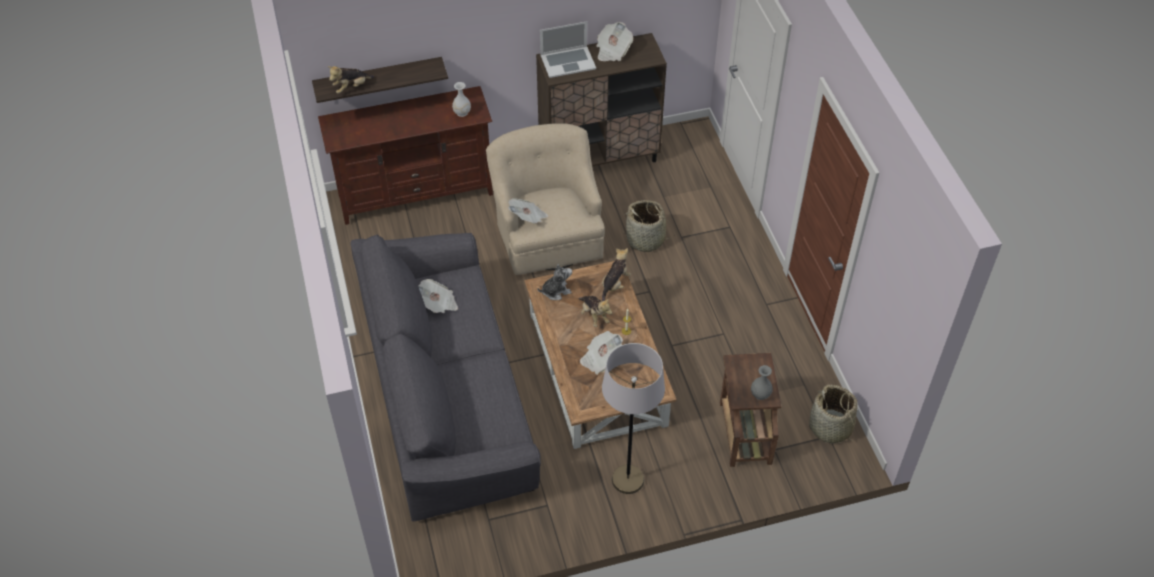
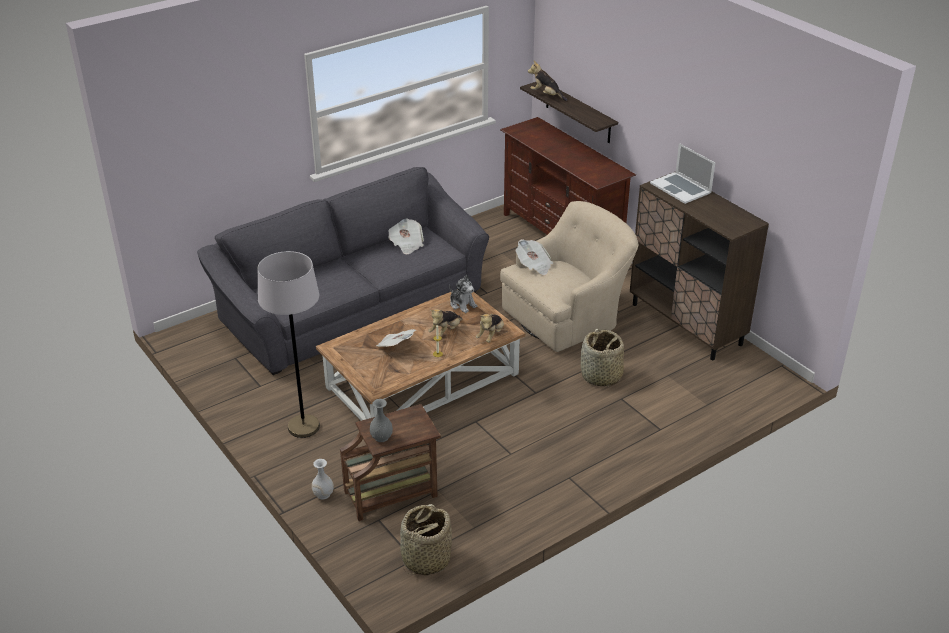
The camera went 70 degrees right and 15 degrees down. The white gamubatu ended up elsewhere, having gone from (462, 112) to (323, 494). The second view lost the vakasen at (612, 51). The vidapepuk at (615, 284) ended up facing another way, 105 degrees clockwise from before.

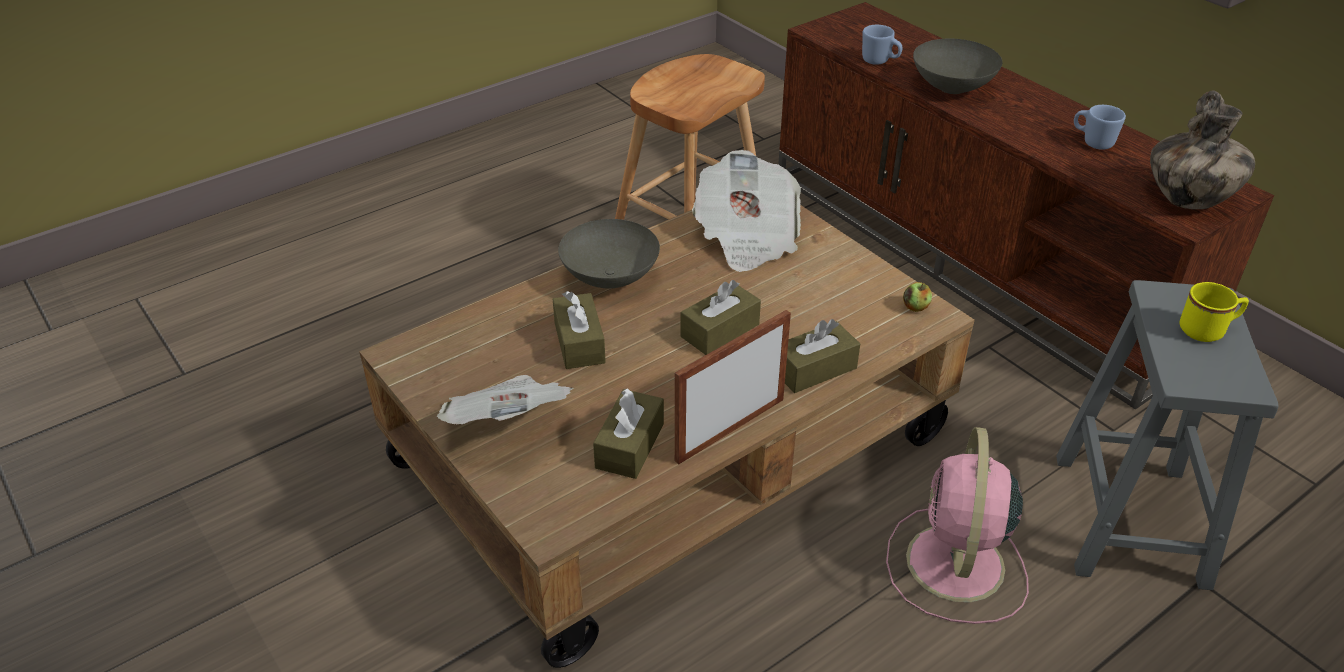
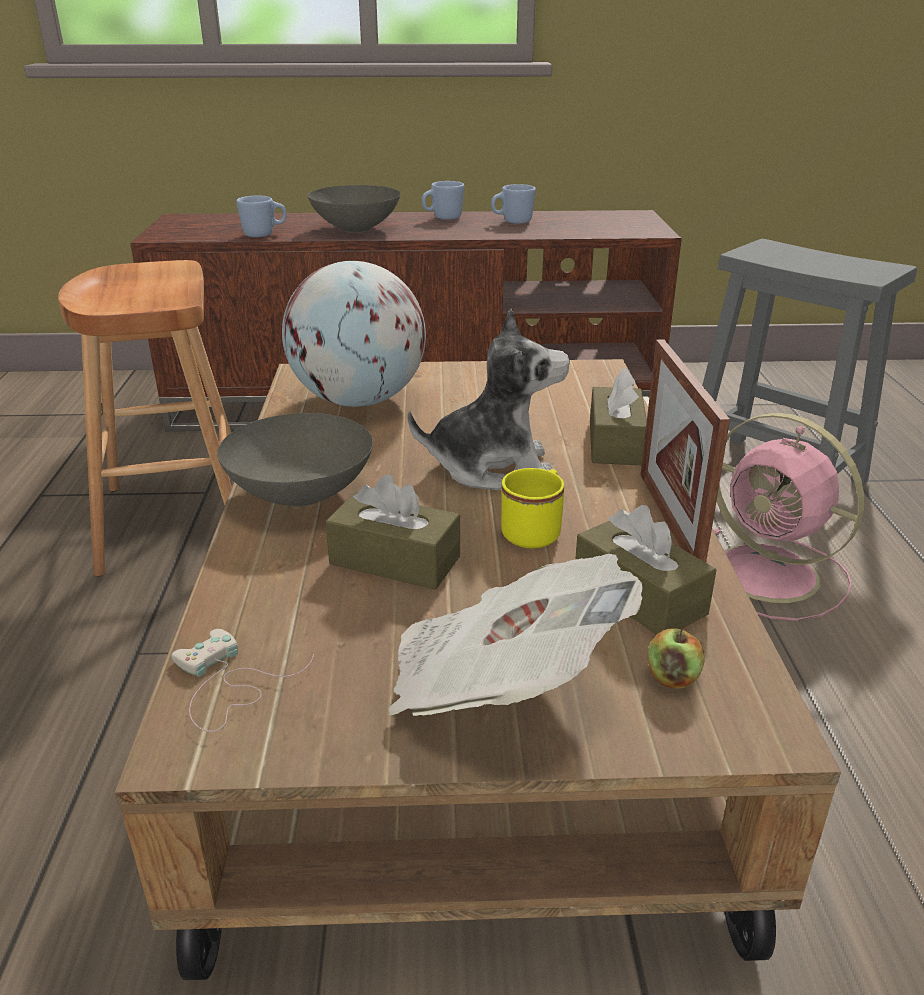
The camera went 55 degrees left and 10 degrees down. Where the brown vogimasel stood at (720, 330), the vidapepuk came to stand at (492, 466). Where the vakasen stood at (746, 237), the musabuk came to stand at (358, 401). The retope ended up elsewhere, having gone from (915, 307) to (672, 678). The second view lost the gamubatu at (1188, 200). The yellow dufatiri ended up elsewhere, having gone from (1208, 330) to (535, 530). The second view gained the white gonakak at (227, 684). The second view gained the blue dufatiri at (442, 218).

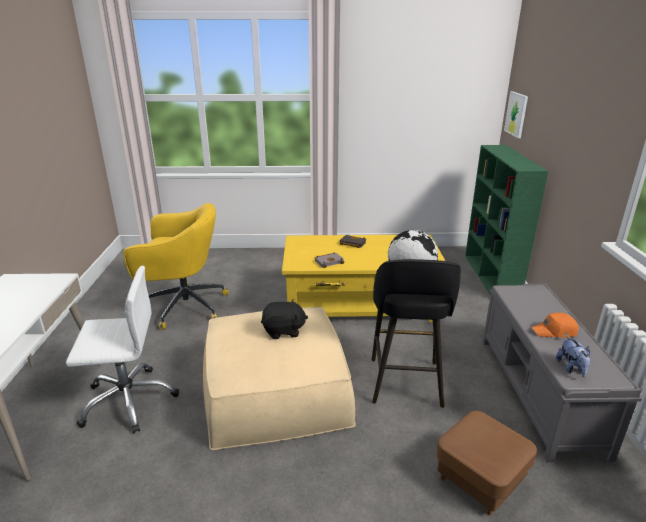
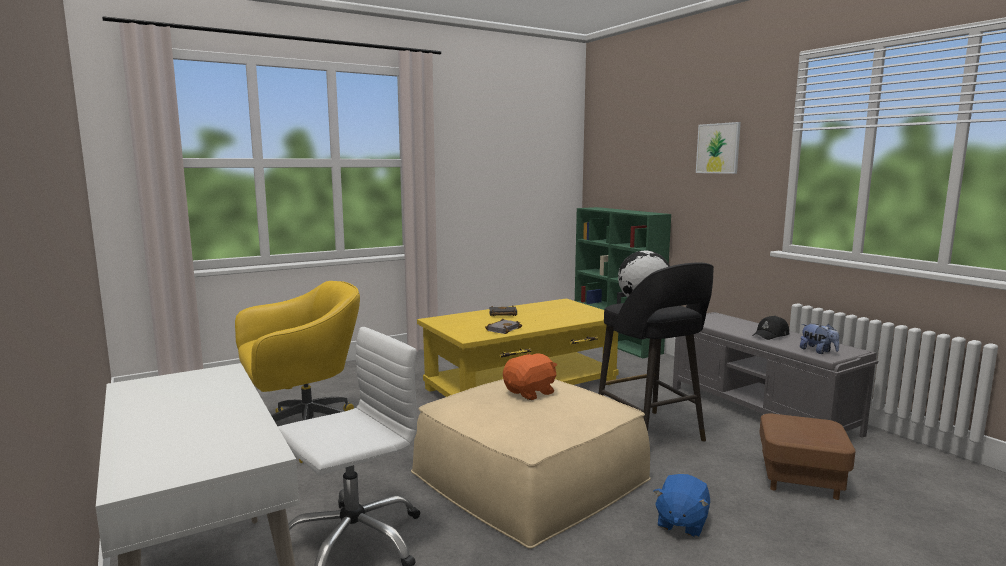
The camera went 30 degrees left and 15 degrees down. What was the black vidapepuk at (283, 331) turned into the orange vidapepuk at (530, 392). The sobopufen ended up elsewhere, having gone from (516, 114) to (718, 148). What was the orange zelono at (555, 331) turned into the black zelono at (771, 335). The second view gained the blue vidapepuk at (681, 522).

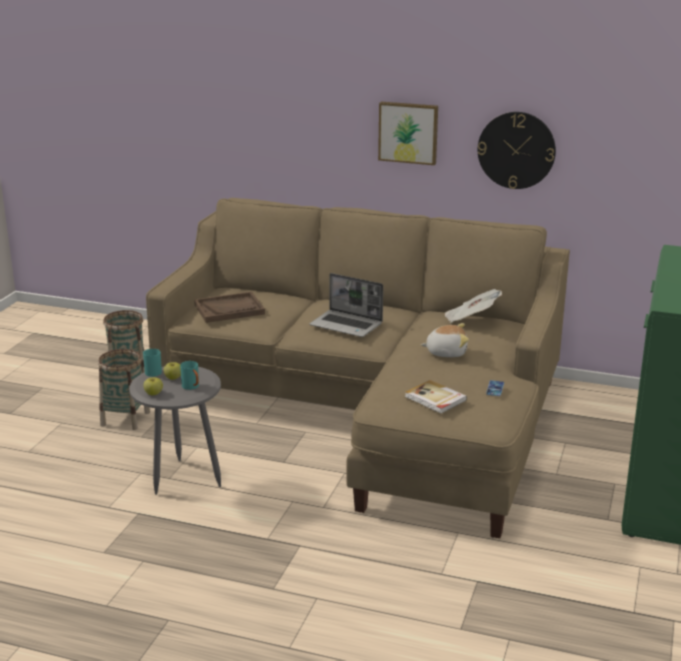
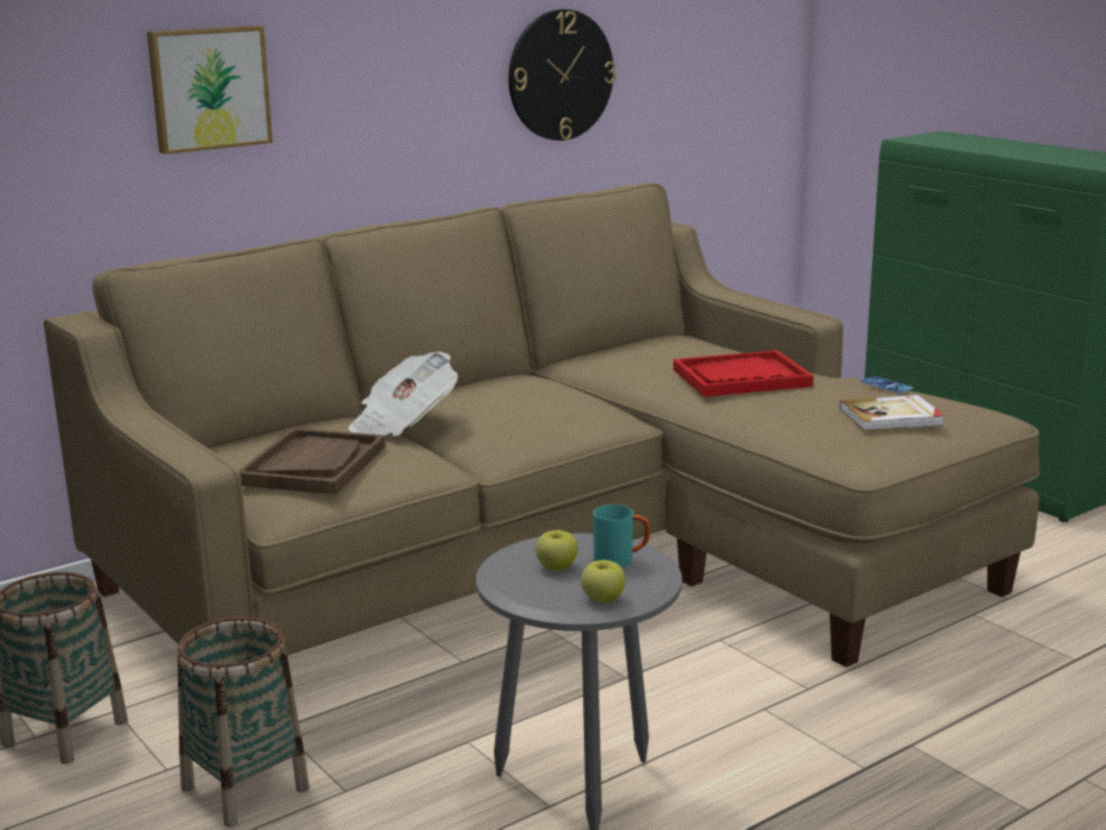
The camera went 55 degrees left and 5 degrees down. The second view lost the turquoise dufatiri at (152, 371). The second view lost the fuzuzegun at (347, 325). The sobopufen ended up elsewhere, having gone from (408, 132) to (208, 88). Where the vidapepuk stood at (446, 352), the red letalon came to stand at (741, 378). The vakasen ended up elsewhere, having gone from (470, 319) to (403, 423).

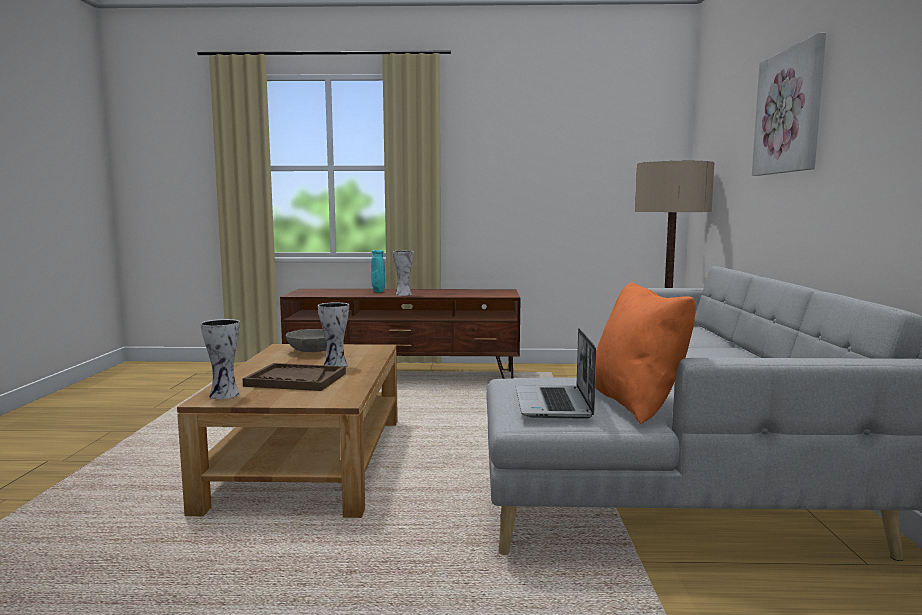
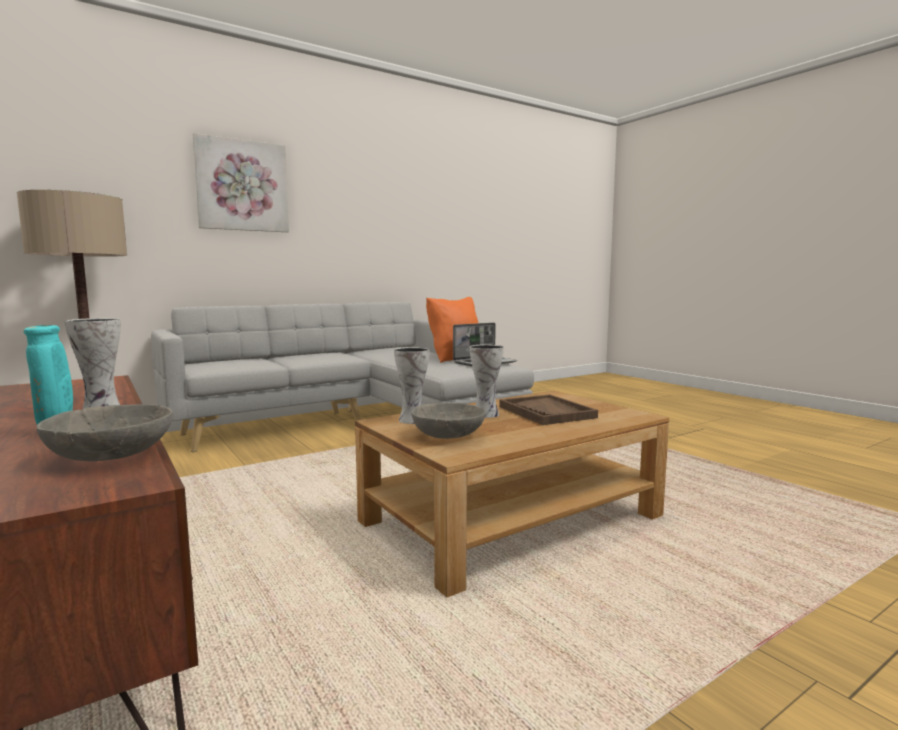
The camera went 125 degrees left and 0 degrees up. The gamubatu ended up elsewhere, having gone from (225, 395) to (411, 419). The second view gained the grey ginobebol at (111, 456).

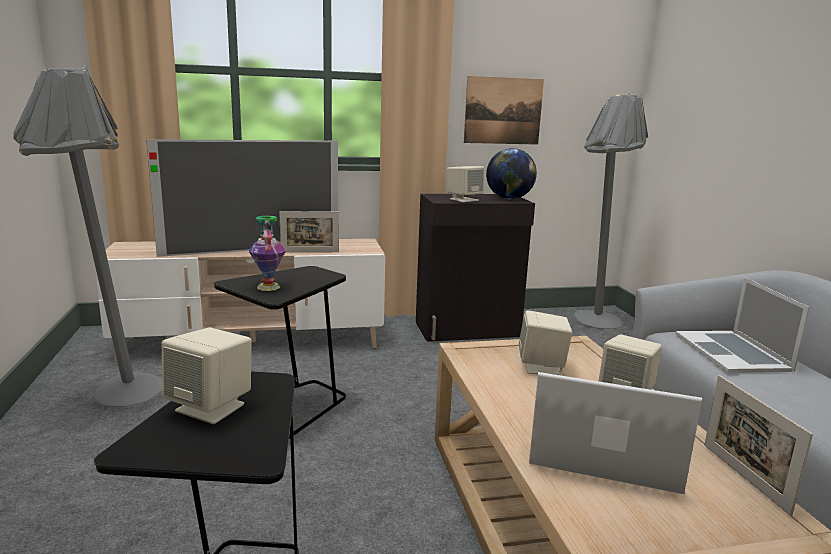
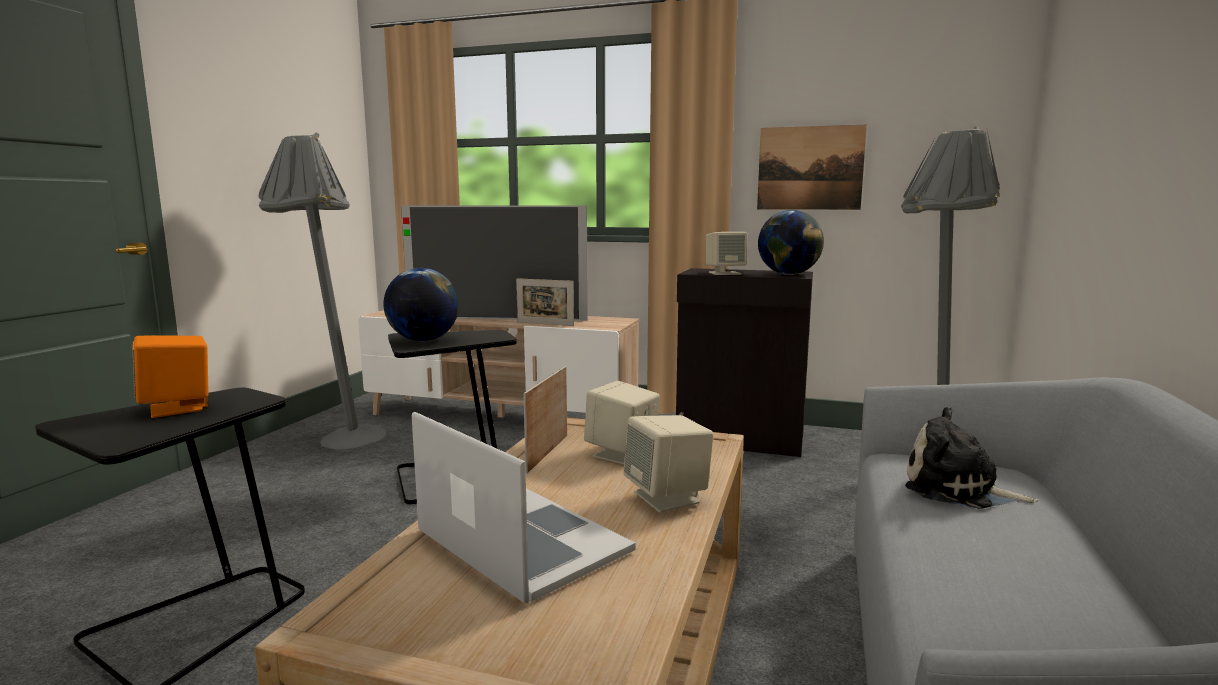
The camera went 30 degrees right and 5 degrees down. What was the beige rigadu at (211, 407) turned into the orange rigadu at (177, 408). Where the gamubatu stood at (268, 287), the musabuk came to stand at (423, 340). Where the fuzuzegun stood at (732, 352), the vidapepuk came to stand at (958, 490). The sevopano ended up elsewhere, having gone from (744, 477) to (547, 453).

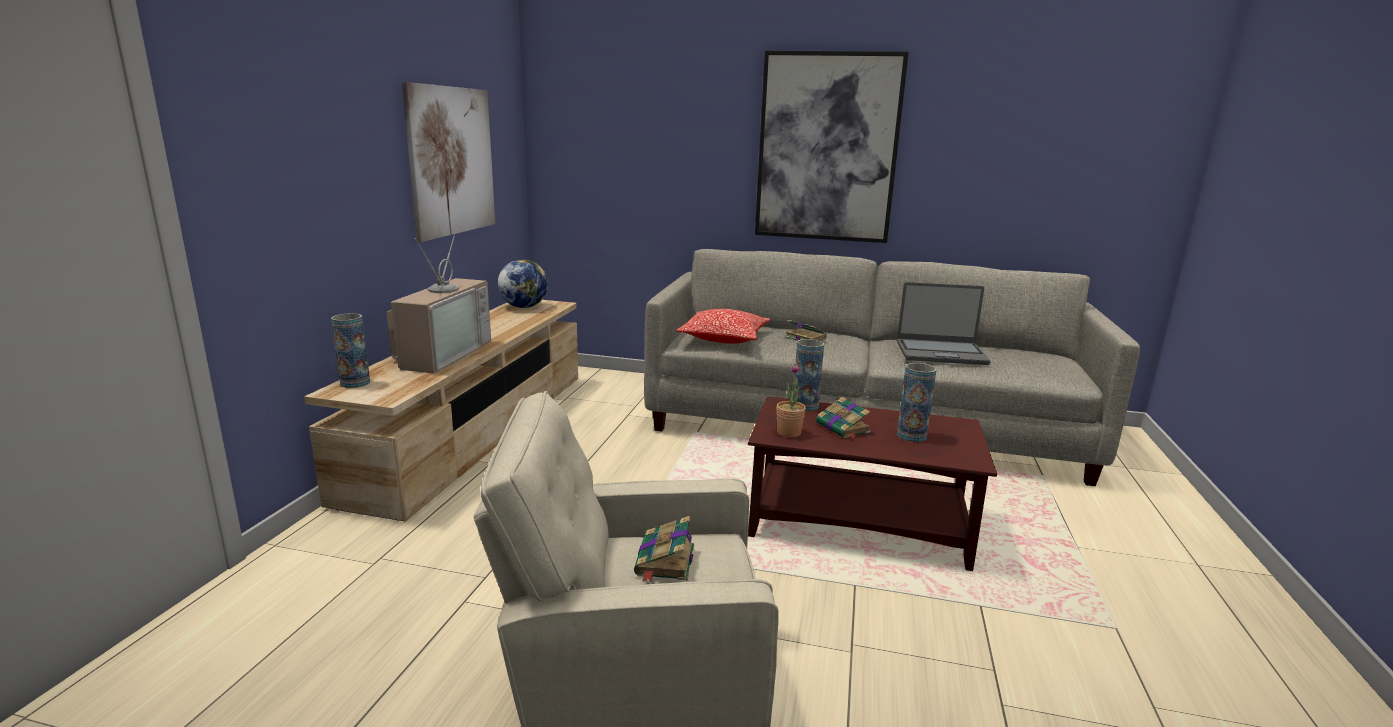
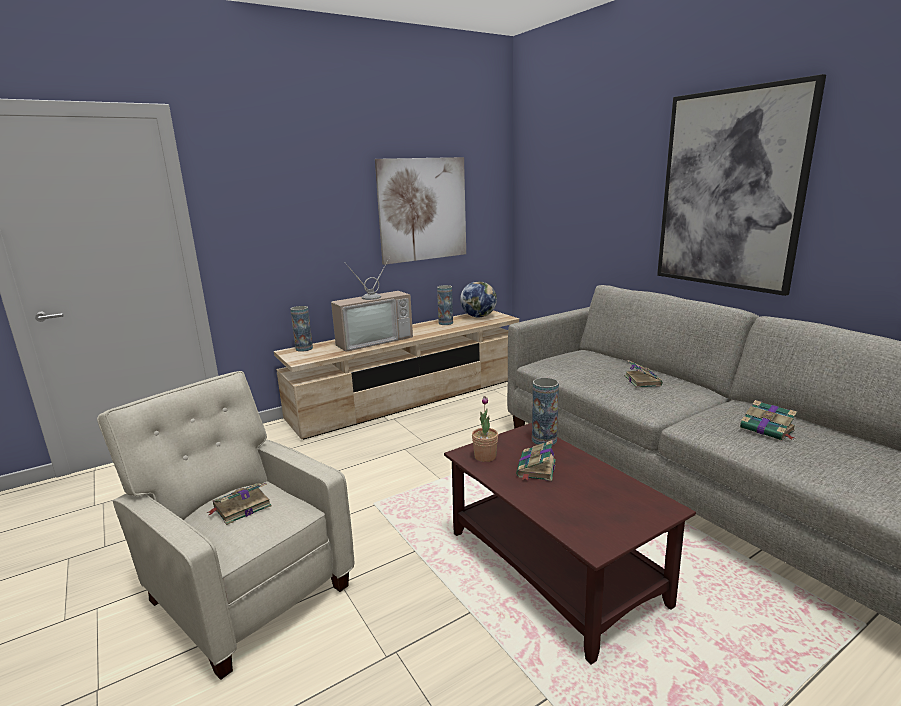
The camera went 45 degrees right and 0 degrees up. The second view lost the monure at (724, 338). Where the fuzuzegun stood at (940, 353), the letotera came to stand at (768, 429). The gamubatu ended up elsewhere, having gone from (911, 436) to (445, 323).

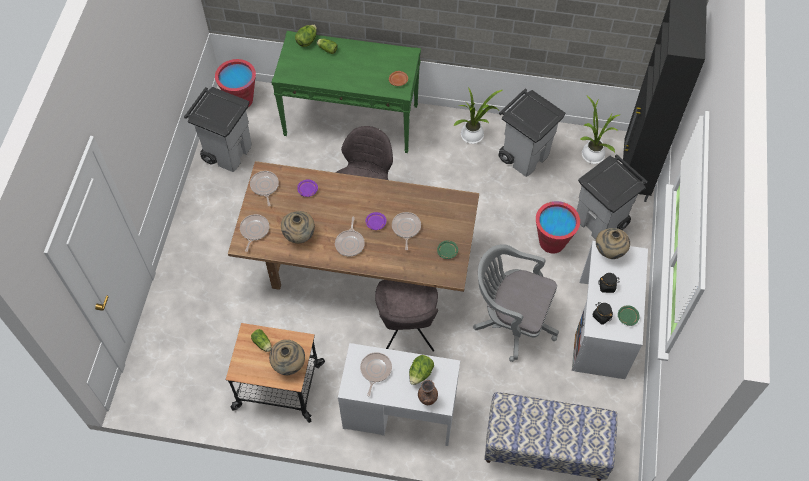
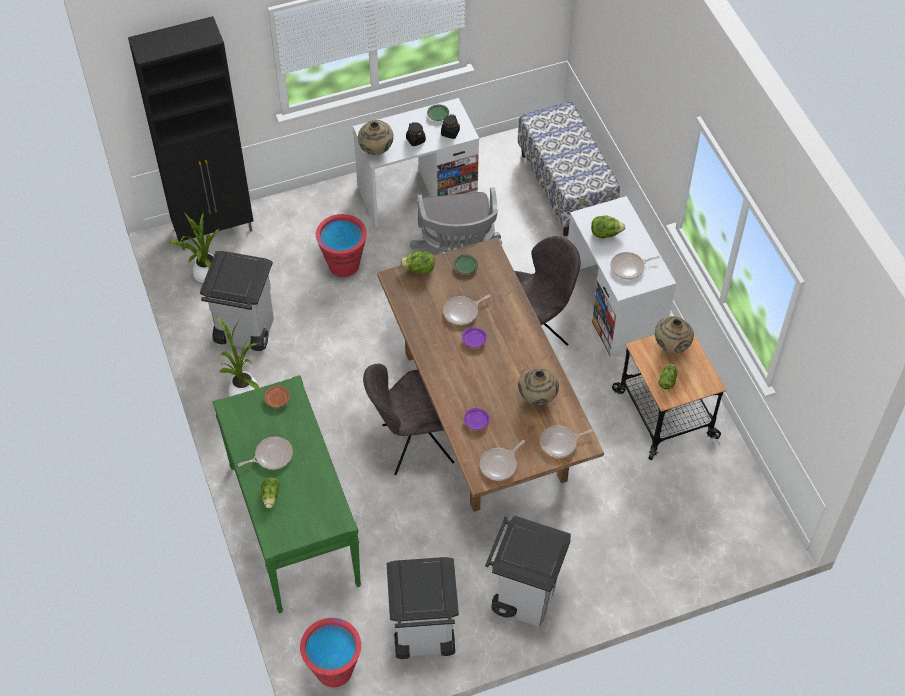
The camera went 120 degrees left and 5 degrees down. The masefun ended up elsewhere, having gone from (307, 41) to (419, 269). The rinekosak ended up elsewhere, having gone from (350, 243) to (271, 456). The second view lost the brown gamubatu at (427, 400). The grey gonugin ended up elsewhere, having gone from (601, 221) to (524, 595).

